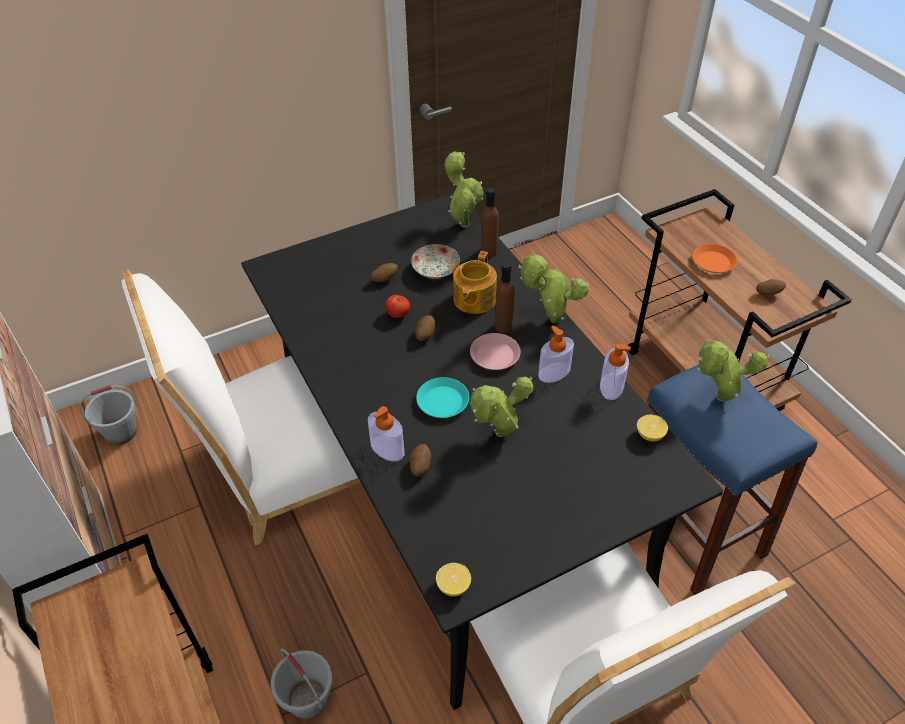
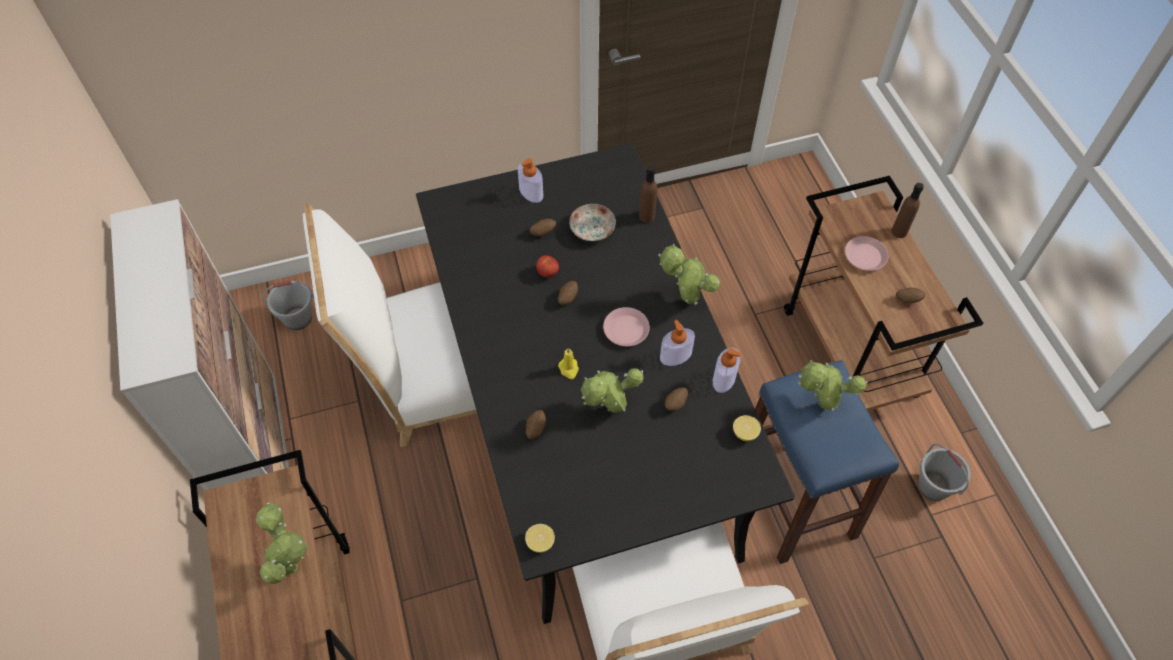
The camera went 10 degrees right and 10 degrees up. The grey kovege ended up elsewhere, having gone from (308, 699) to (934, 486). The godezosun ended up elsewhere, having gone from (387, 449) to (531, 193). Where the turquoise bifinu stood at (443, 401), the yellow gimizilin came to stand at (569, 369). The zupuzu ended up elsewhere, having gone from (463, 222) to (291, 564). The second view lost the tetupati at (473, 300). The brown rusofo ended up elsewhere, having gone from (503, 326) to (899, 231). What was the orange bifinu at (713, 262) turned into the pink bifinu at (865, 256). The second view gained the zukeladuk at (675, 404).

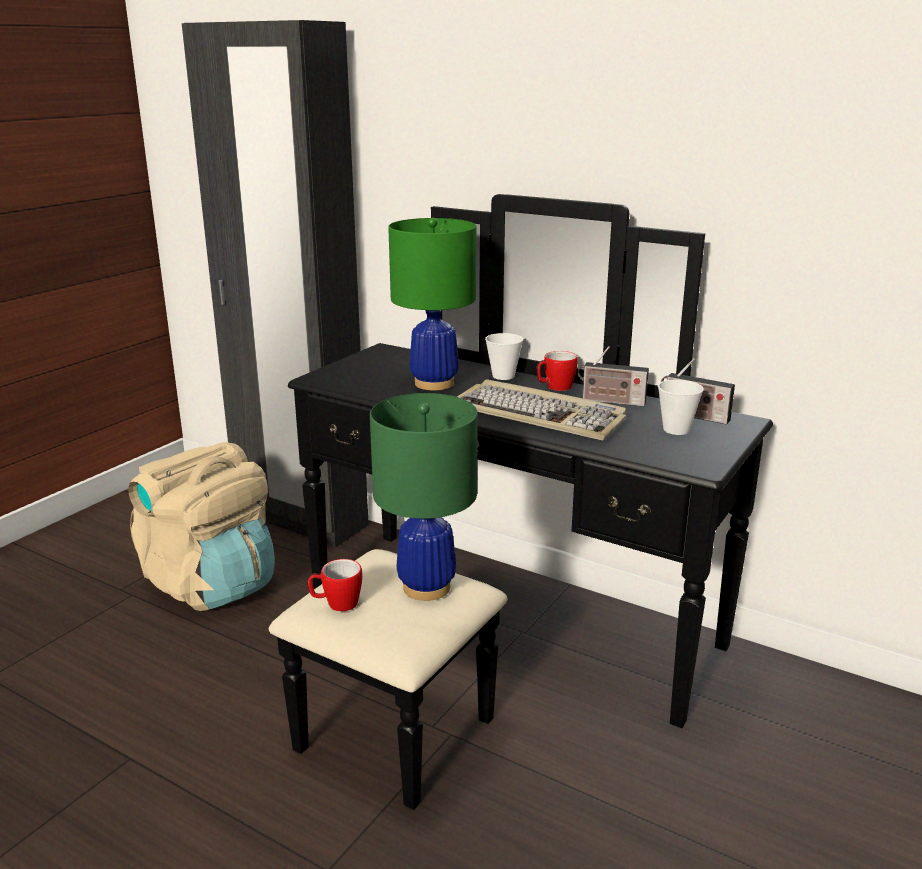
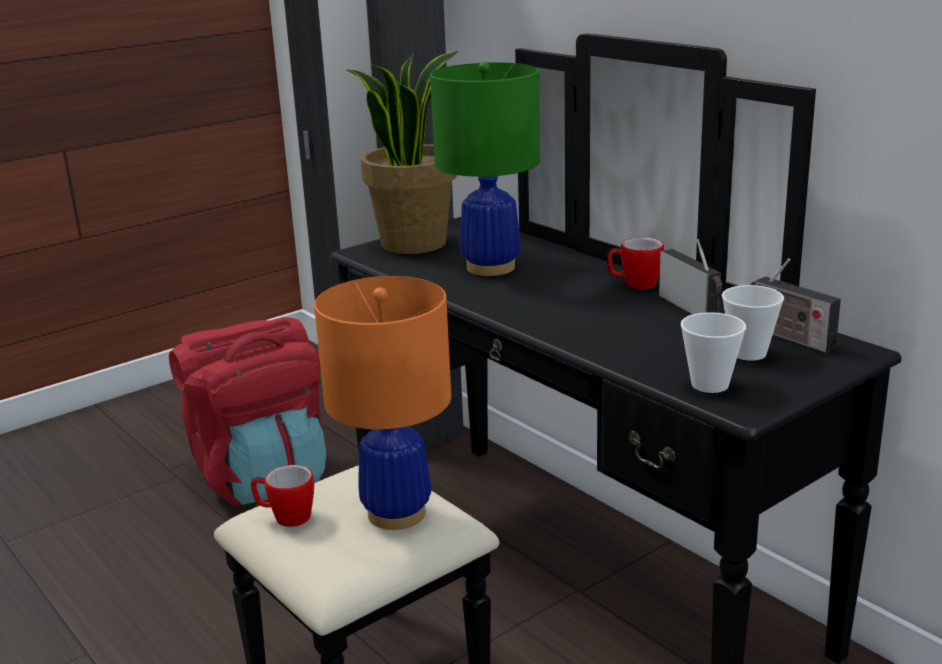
The camera went 20 degrees right and 0 degrees up. What was the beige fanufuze at (211, 583) turned into the red fanufuze at (261, 476). What was the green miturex at (426, 587) turned into the orange miturex at (396, 513). The second view lost the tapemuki at (540, 416). The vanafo ended up elsewhere, having gone from (503, 376) to (710, 384). The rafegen at (610, 401) ended up facing another way, 150 degrees counterclockwise from before. The second view gained the zupuzu at (414, 243).

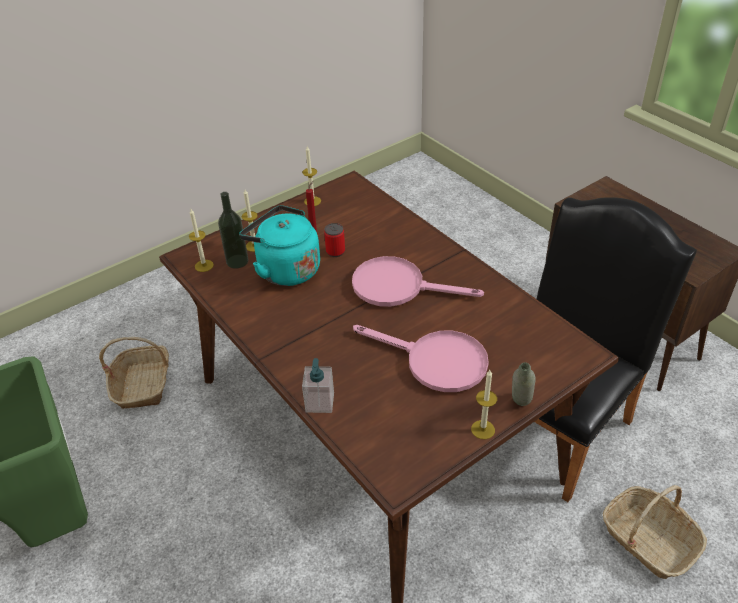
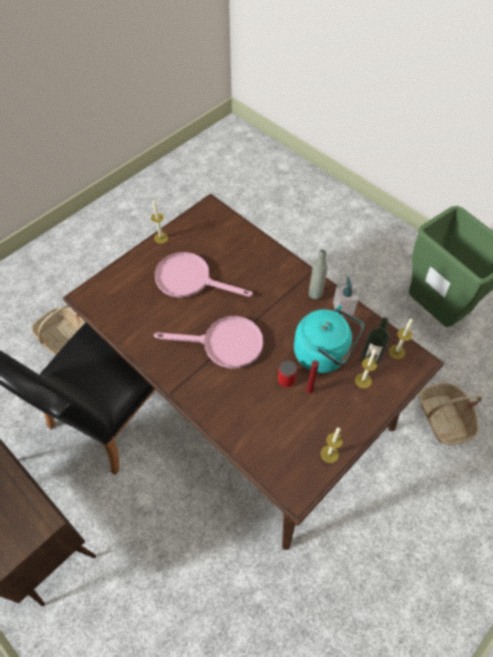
The camera went 170 degrees right and 15 degrees up. The godezosun ended up elsewhere, having gone from (320, 402) to (343, 308). The grey rusofo ended up elsewhere, having gone from (519, 407) to (315, 291).

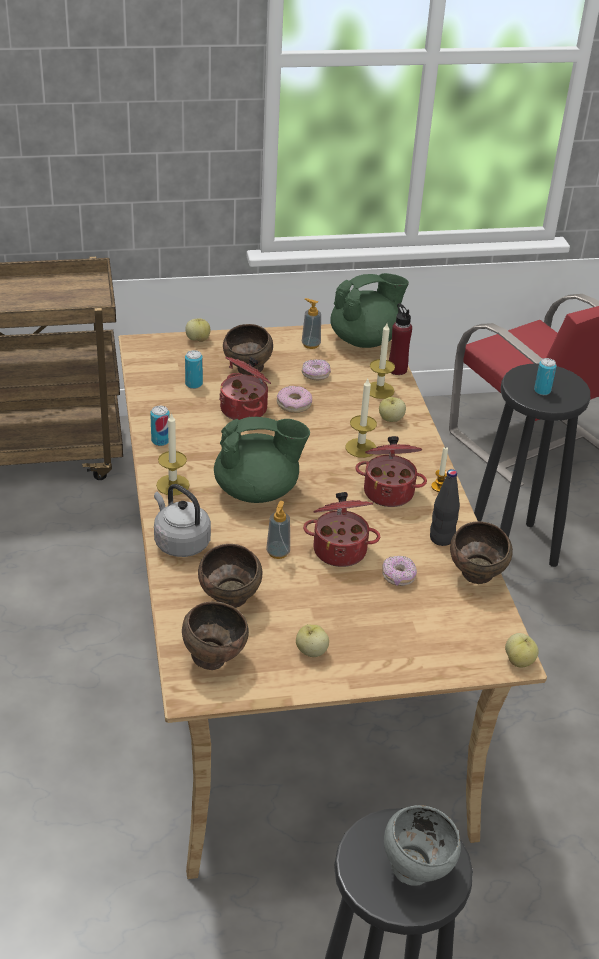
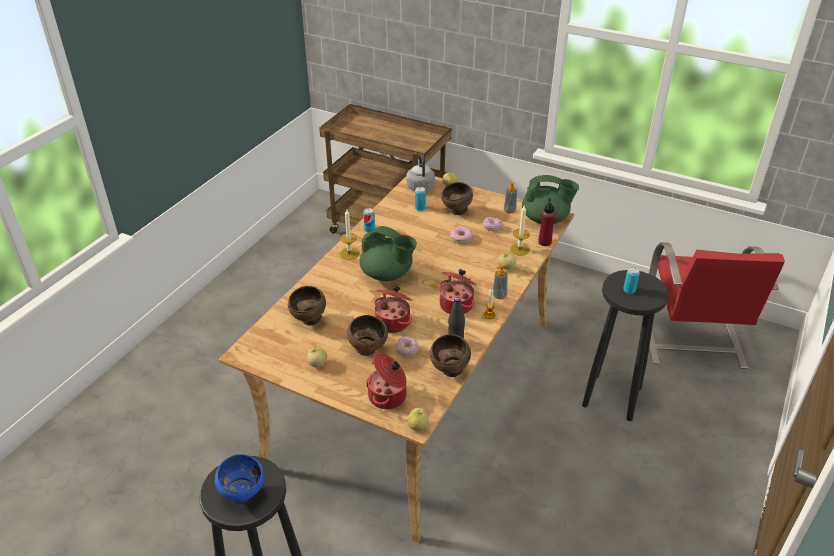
The camera went 40 degrees right and 0 degrees up. The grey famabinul ended up elsewhere, having gone from (180, 542) to (420, 186). The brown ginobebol ended up elsewhere, having gone from (214, 659) to (368, 350). The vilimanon ended up elsewhere, having gone from (245, 409) to (388, 396). The godezosun ended up elsewhere, having gone from (278, 552) to (499, 295). The second view lost the gimizilin at (360, 448). What was the grey ginobebol at (416, 869) turned into the blue ginobebol at (244, 494).

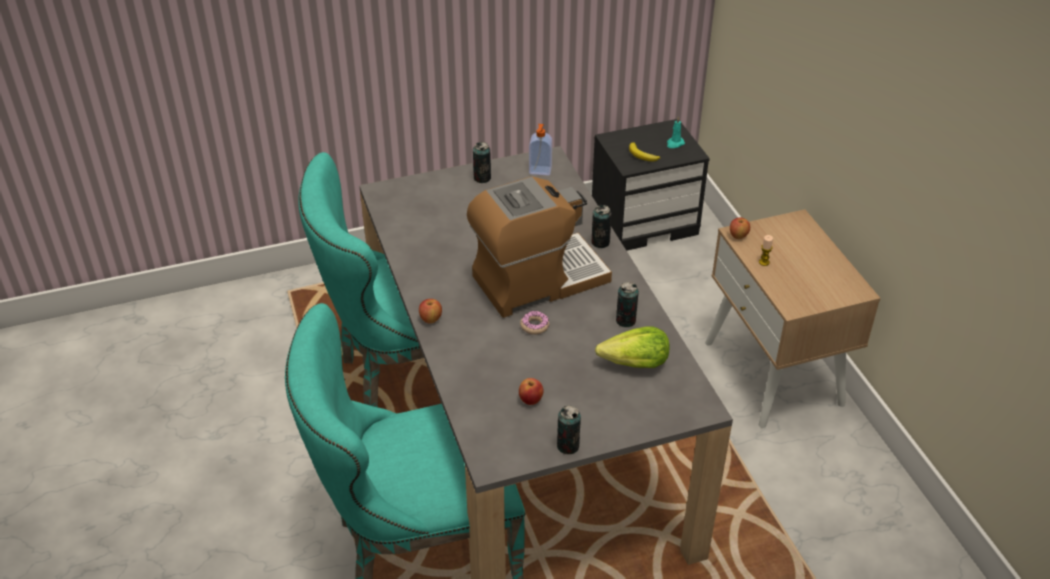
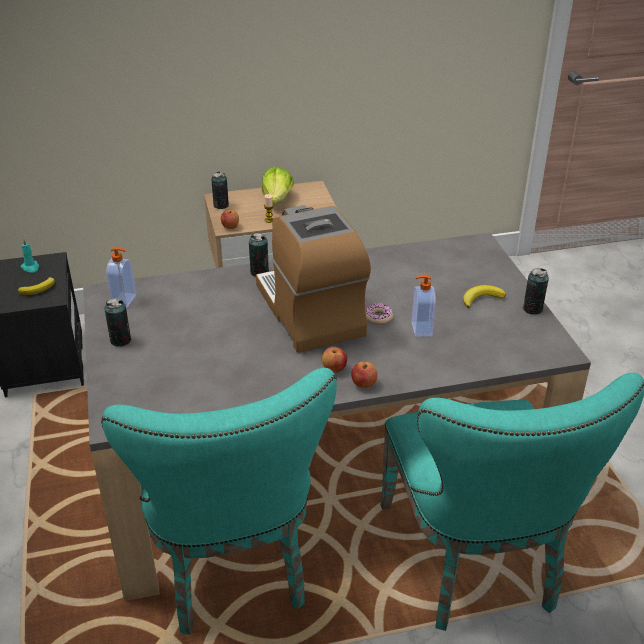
The camera went 85 degrees left and 5 degrees down. The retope ended up elsewhere, having gone from (531, 400) to (334, 369). The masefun ended up elsewhere, having gone from (635, 364) to (277, 199). The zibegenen ended up elsewhere, having gone from (625, 321) to (221, 205). The second view gained the godezosun at (420, 329). The second view gained the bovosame at (481, 298).

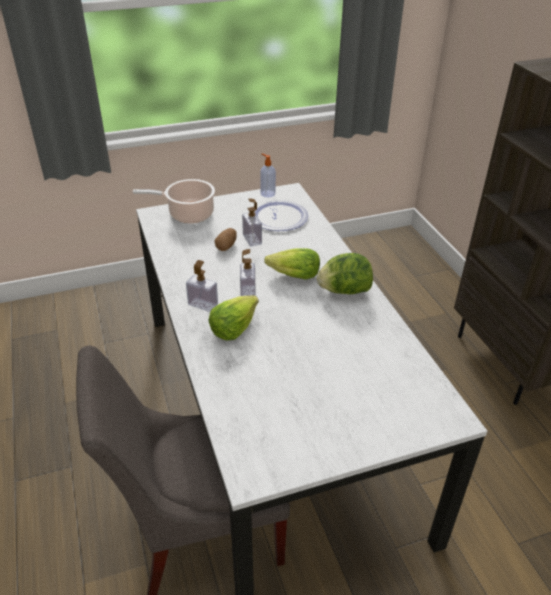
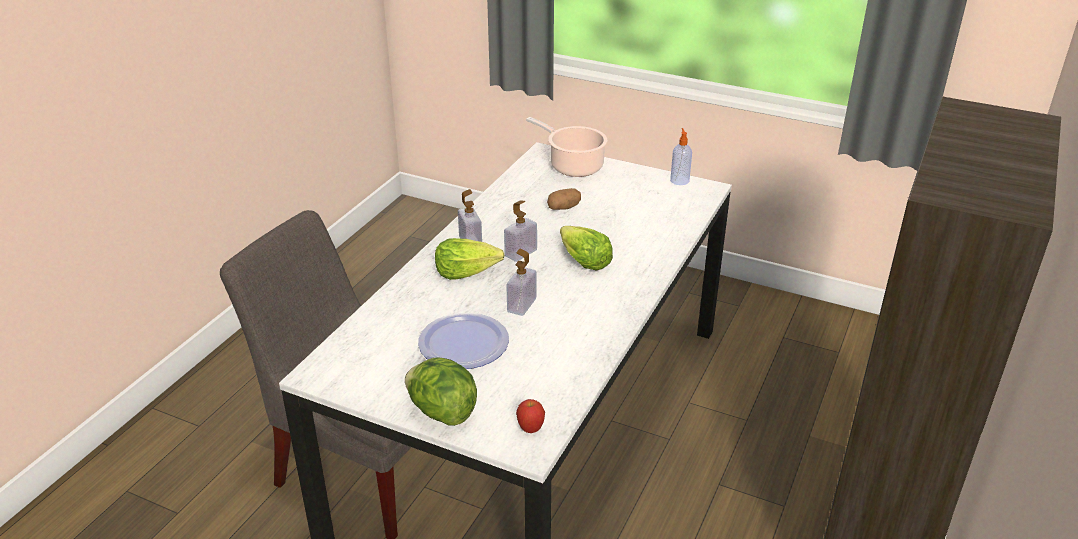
The camera went 45 degrees right and 5 degrees down. The godezosun ended up elsewhere, having gone from (252, 239) to (521, 305). The bifinu ended up elsewhere, having gone from (279, 217) to (463, 343). The masefun ended up elsewhere, having gone from (344, 291) to (441, 412). The second view gained the retope at (530, 429).

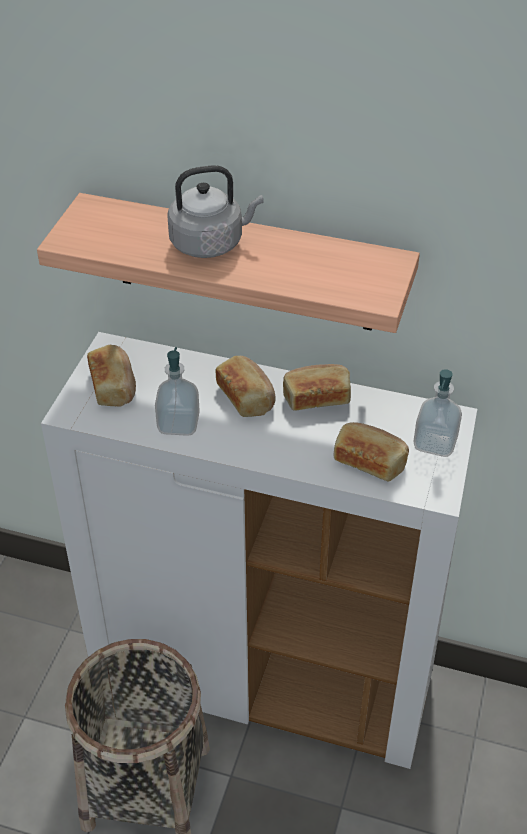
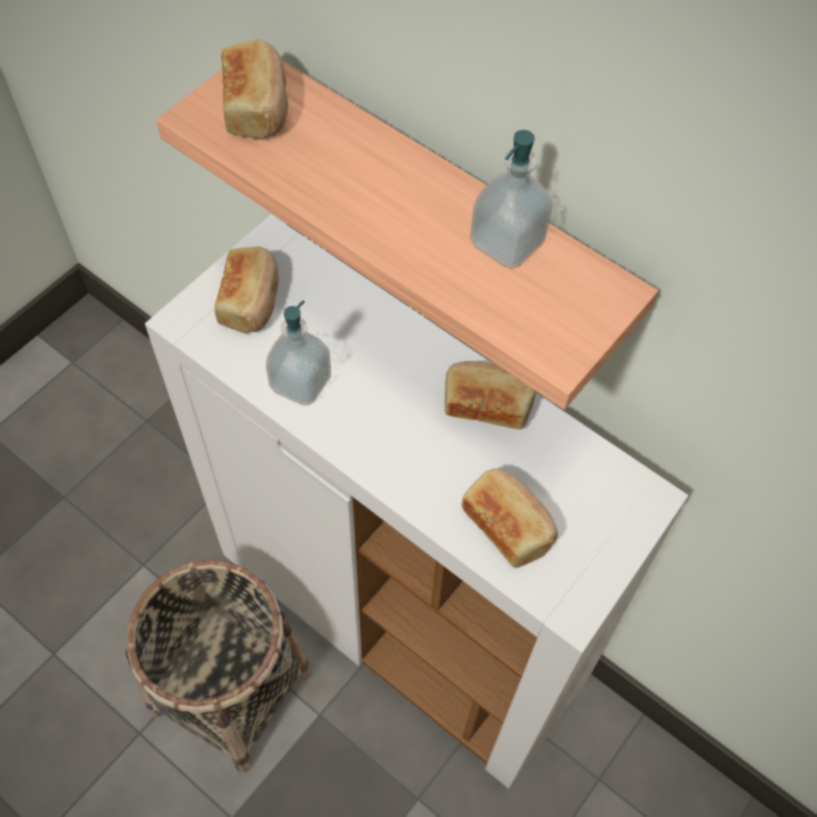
The camera went 20 degrees right and 15 degrees up. The second view lost the grey famabinul at (210, 243). The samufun ended up elsewhere, having gone from (246, 397) to (257, 106). The godezosun ended up elsewhere, having gone from (435, 443) to (507, 243).

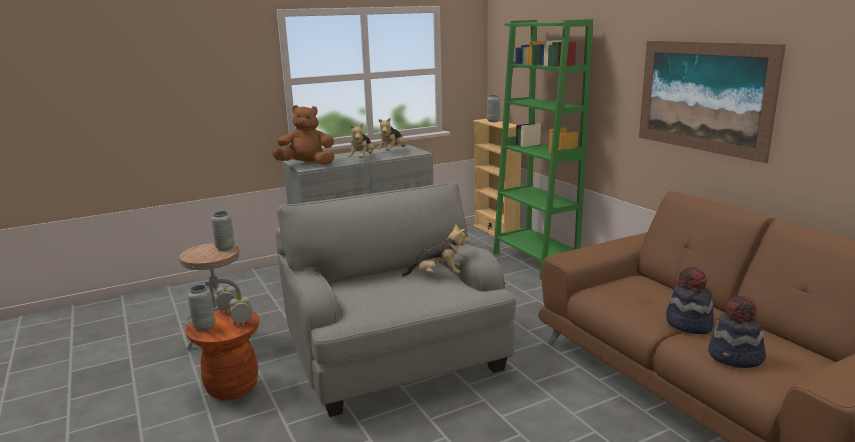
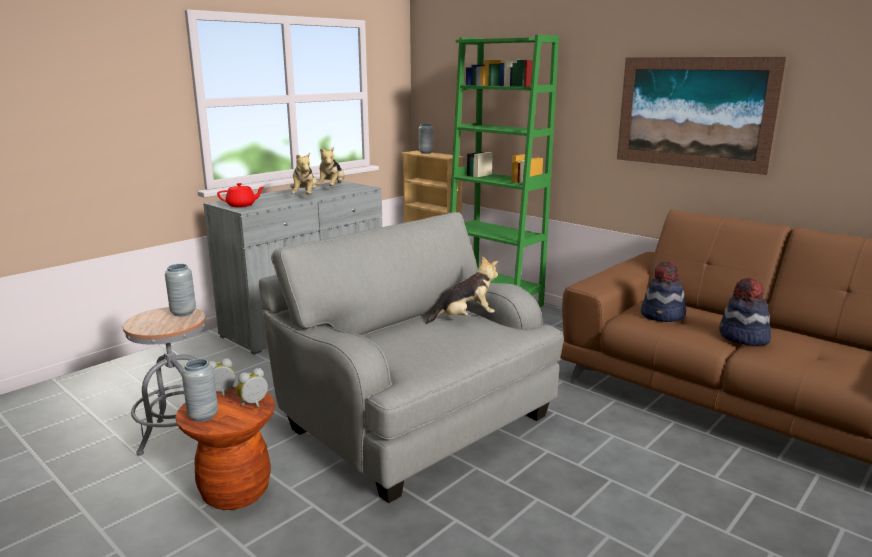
The camera went 20 degrees left and 0 degrees up. Where the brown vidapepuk stood at (307, 164), the red tetupati came to stand at (242, 205). The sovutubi ended up elsewhere, having gone from (735, 357) to (663, 316).

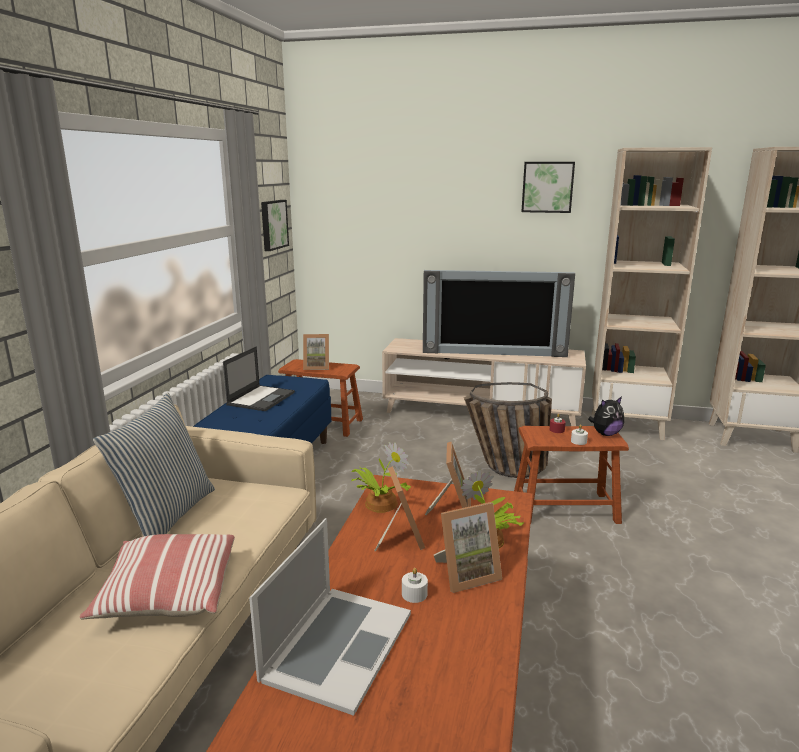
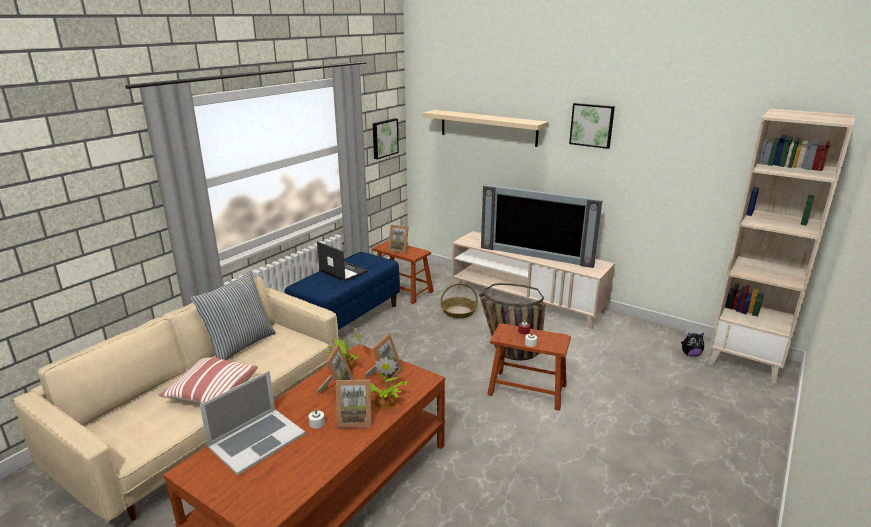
The camera went 20 degrees right and 5 degrees up. The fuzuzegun at (261, 398) ended up facing another way, 90 degrees counterclockwise from before. The vidapepuk ended up elsewhere, having gone from (605, 434) to (690, 354). The second view lost the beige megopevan at (627, 426). The second view gained the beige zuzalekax at (488, 127). The second view gained the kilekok at (459, 311).

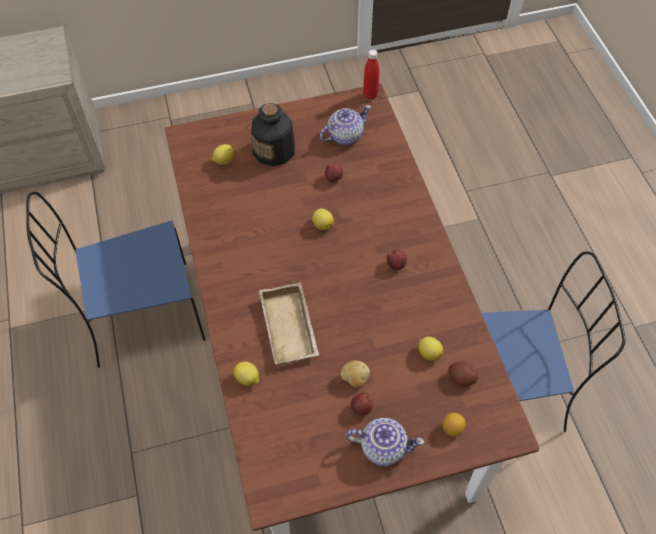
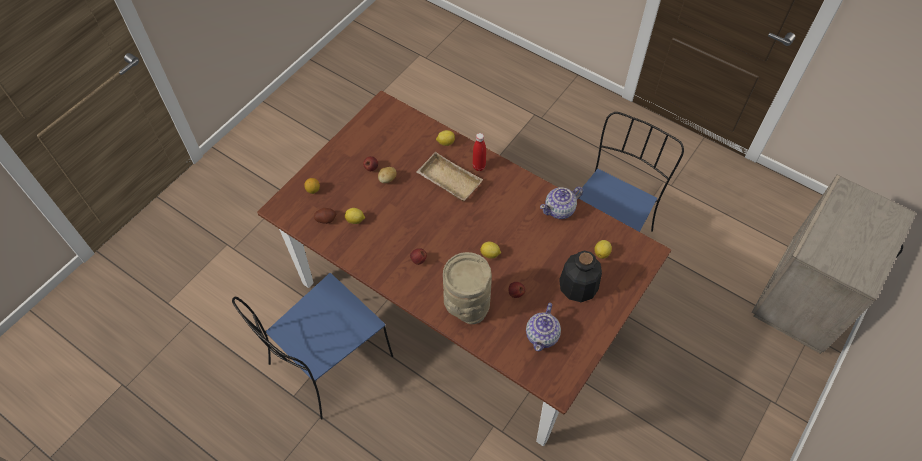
The camera went 140 degrees right and 0 degrees up. The tetupati ended up elsewhere, having gone from (382, 447) to (560, 210). The red rusofo ended up elsewhere, having gone from (370, 95) to (479, 166). The second view gained the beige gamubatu at (466, 304).

